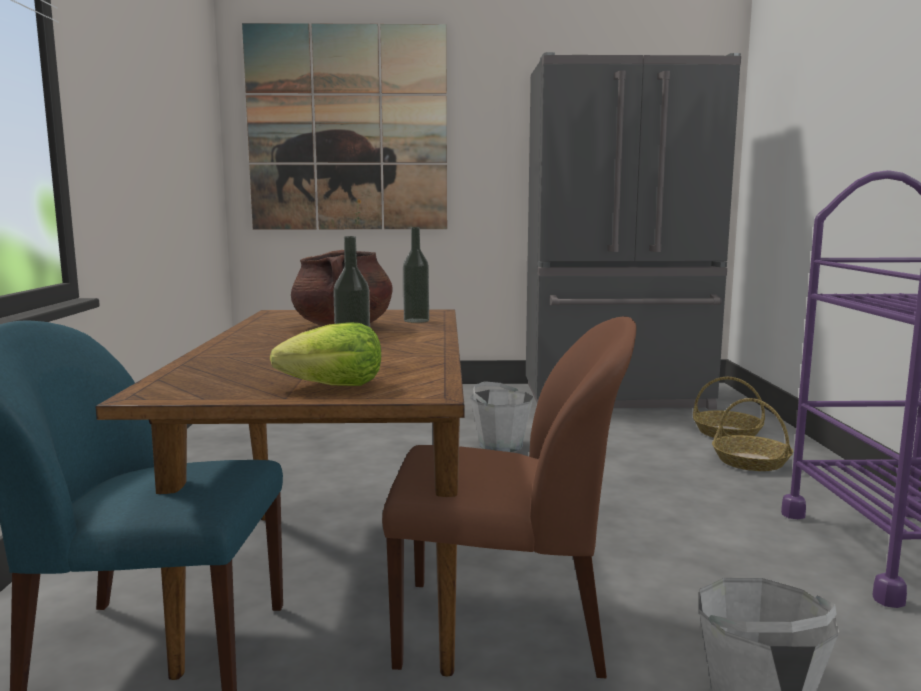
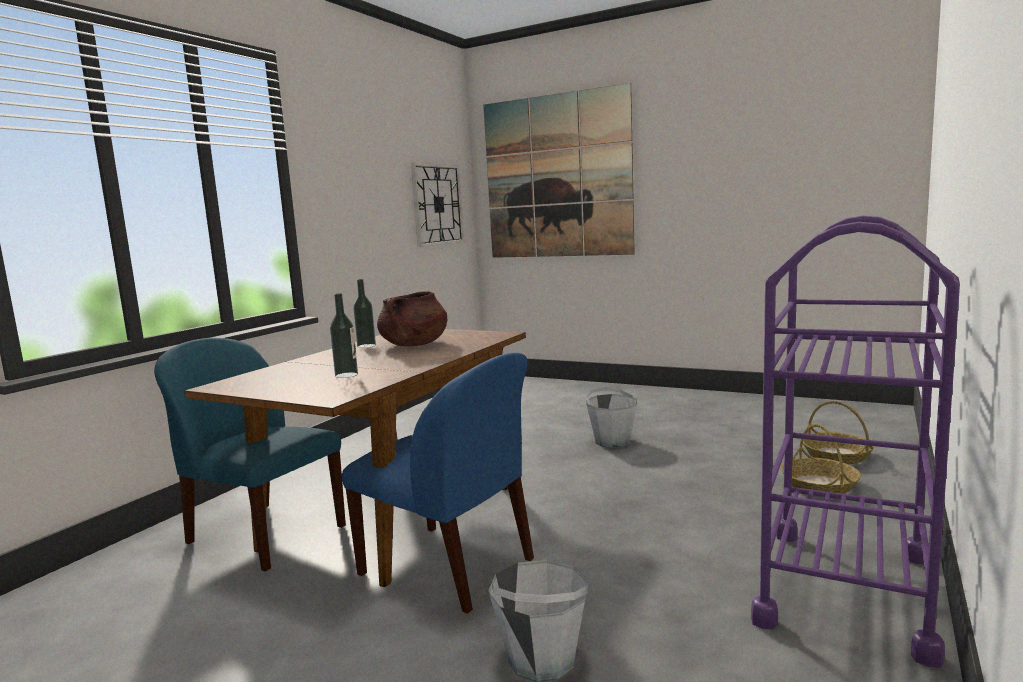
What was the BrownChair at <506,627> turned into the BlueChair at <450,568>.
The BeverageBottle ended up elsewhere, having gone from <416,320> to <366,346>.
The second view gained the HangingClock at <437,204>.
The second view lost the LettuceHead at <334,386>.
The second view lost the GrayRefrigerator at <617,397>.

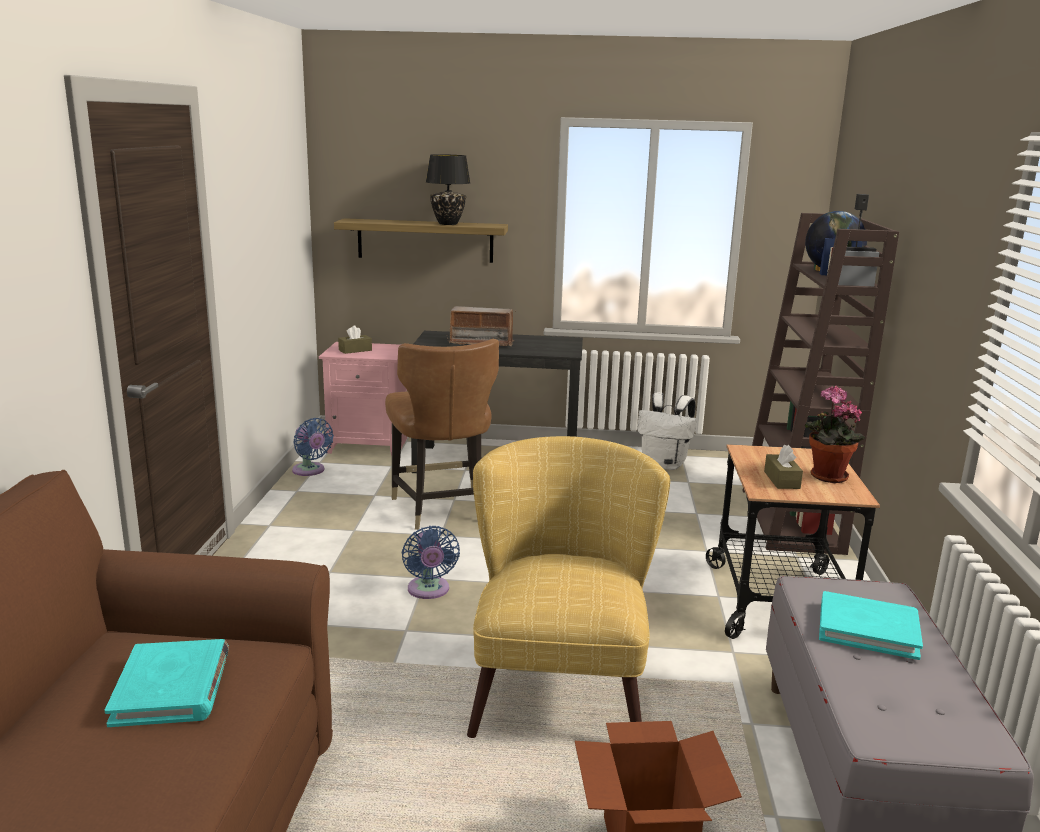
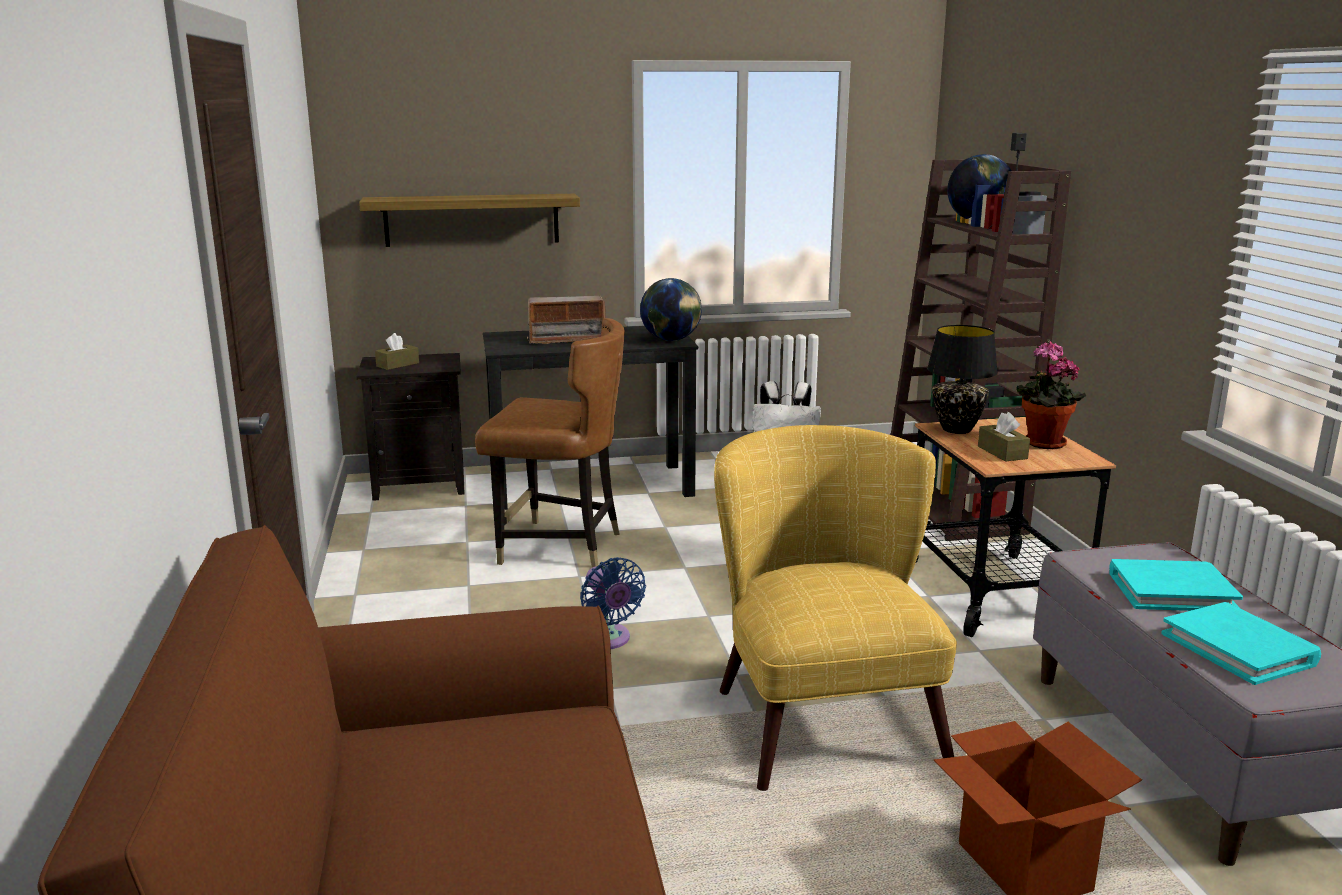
What was the PinkishNightstand at <369,445> turned into the BlackishNightstand at <421,484>.
The BrownChair at <441,509> ended up facing another way, 45 degrees counterclockwise from before.
The second view gained the Globe at <671,340>.
The BlackishLampForATable ended up elsewhere, having gone from <448,224> to <957,429>.
The TurquoiseColouredBoundBook ended up elsewhere, having gone from <172,688> to <1239,648>.
The second view lost the BlueElectricFan at <310,471>.

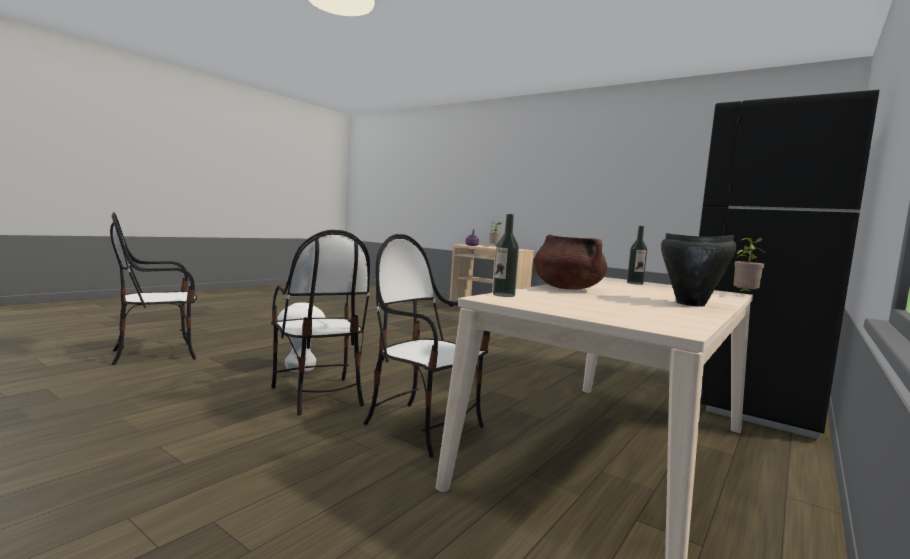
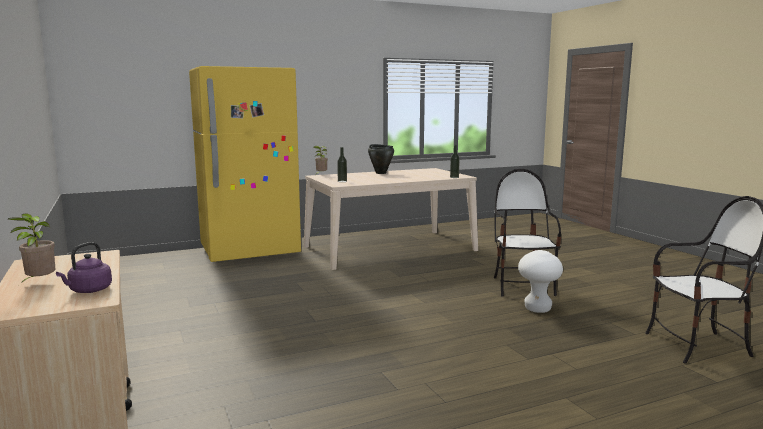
What was the BlackishRefrigerator at <751,404> turned into the YellowRefrigerator at <250,252>.
The second view lost the Chair at <424,427>.
The second view lost the BrownCookingPot at <566,288>.

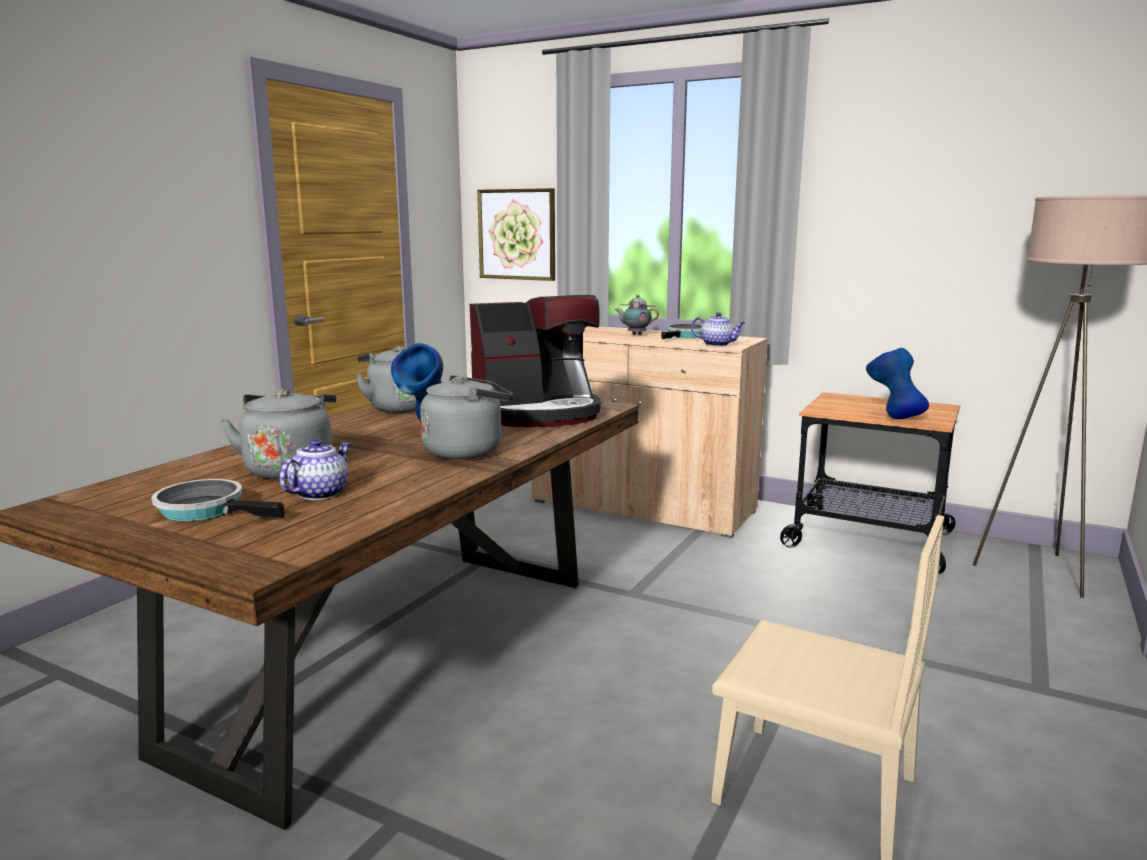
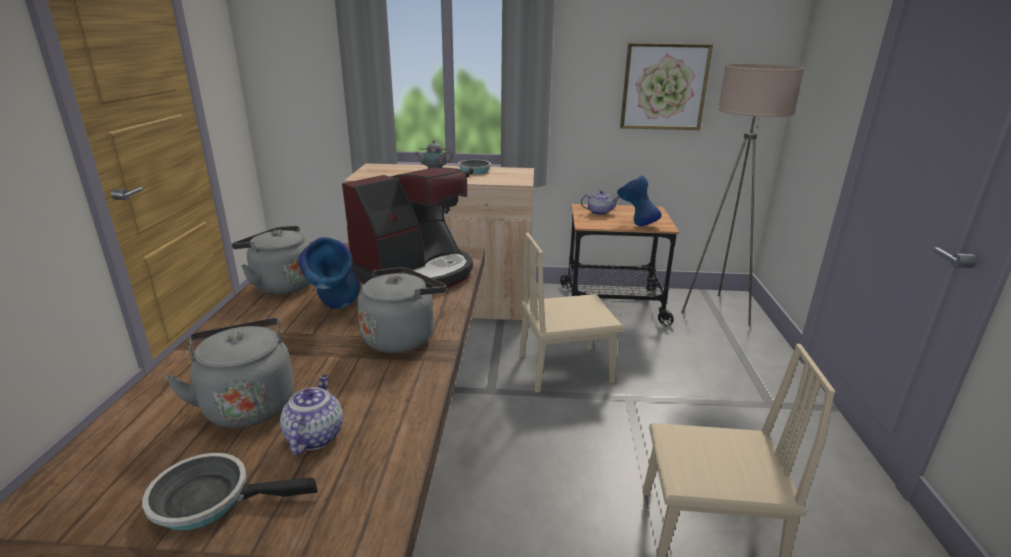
The second view gained the BeigeColouredChair at <565,368>.
The PotForTea ended up elsewhere, having gone from <717,344> to <599,212>.
The WallArt ended up elsewhere, having gone from <517,234> to <664,87>.

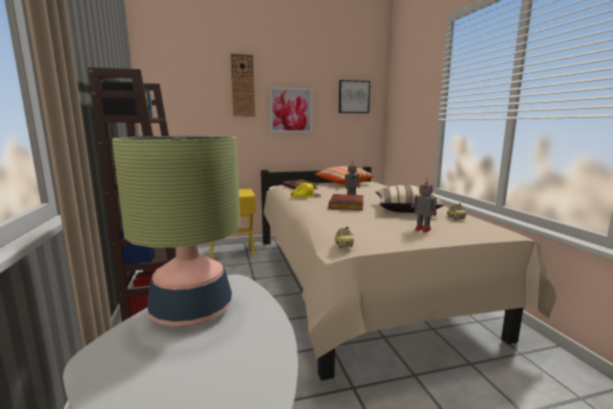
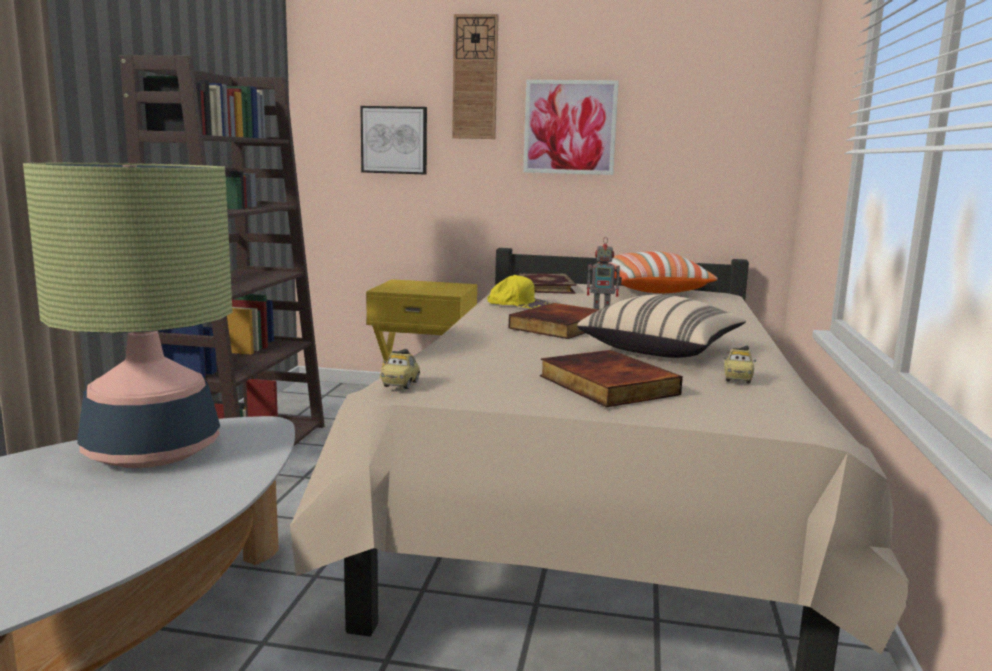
The WallArt ended up elsewhere, having gone from <353,97> to <394,140>.
Where the RobotFigure stood at <421,229>, the BoundBook came to stand at <605,385>.

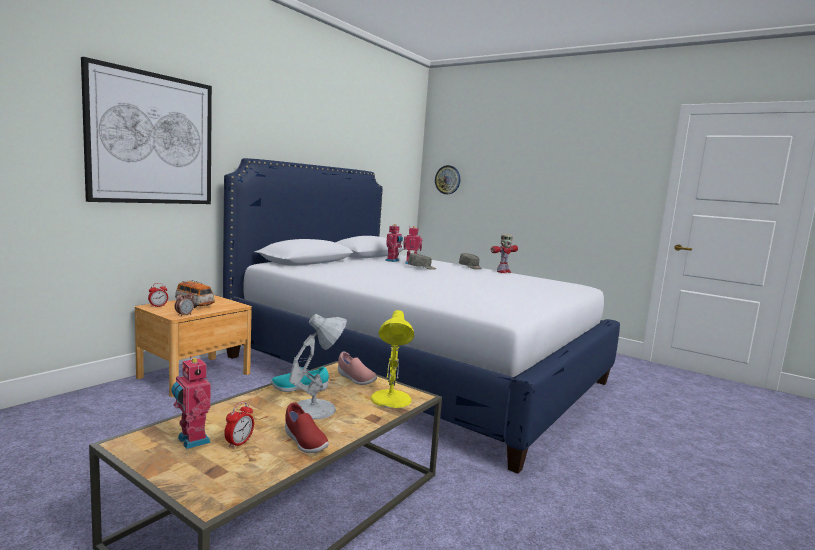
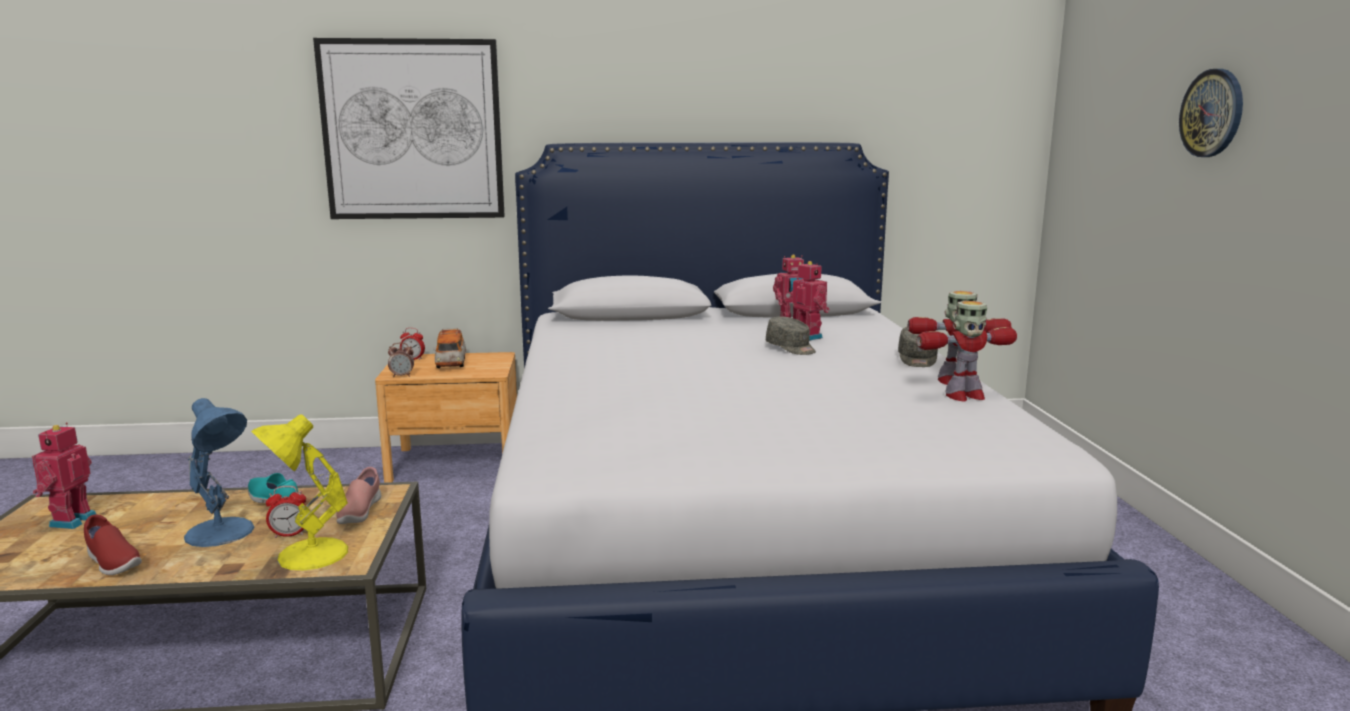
The ReddishItemOfFootwear at <304,442> ended up facing another way, 60 degrees counterclockwise from before.
What was the WhitishLampForATable at <316,409> turned into the BlueLampForATable at <222,533>.
The TableClock ended up elsewhere, having gone from <239,443> to <290,534>.
The second view gained the RobotFigure at <964,396>.
The HangingClock ended up elsewhere, having gone from <448,180> to <1212,113>.

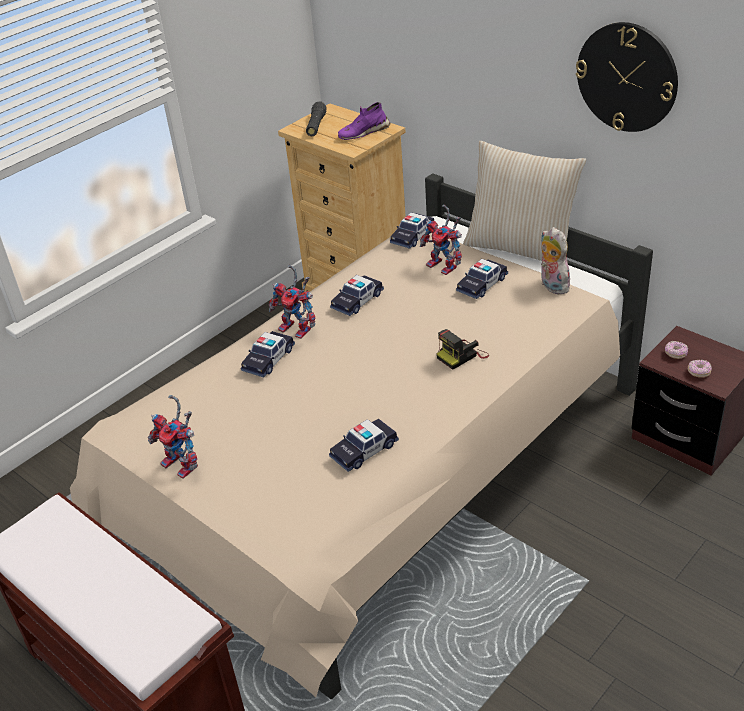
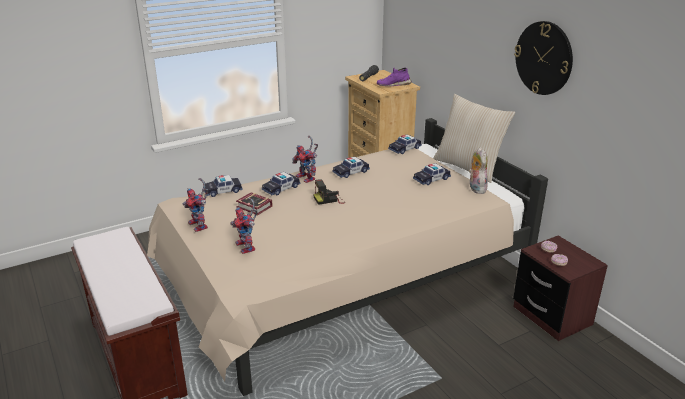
The ToyCar ended up elsewhere, having gone from <364,450> to <222,191>.
The RobotFigure ended up elsewhere, having gone from <445,267> to <248,247>.
The second view gained the BoundBook at <255,207>.
The PhotoCamera ended up elsewhere, having gone from <462,355> to <329,199>.

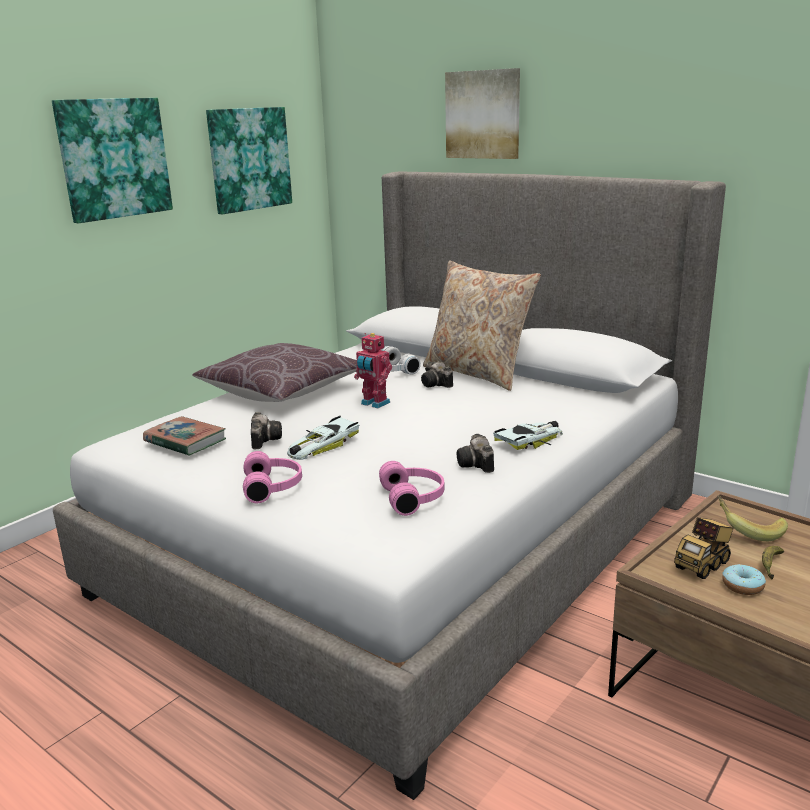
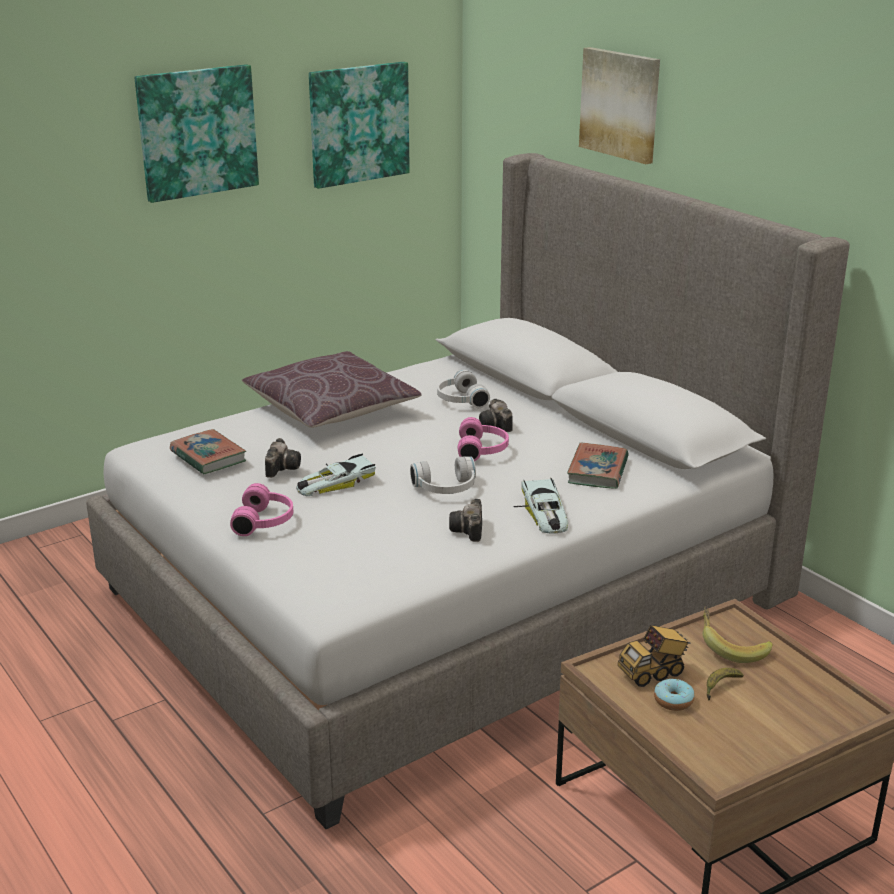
The second view gained the WhitishHeadphones at <446,489>.
The PinkishHeadphones ended up elsewhere, having gone from <414,498> to <483,450>.
The ToyCar at <531,440> ended up facing another way, 105 degrees clockwise from before.
The second view gained the BoundBook at <597,471>.
The second view lost the RobotFigure at <374,404>.
The second view lost the BeigeColouredPillow at <478,373>.

